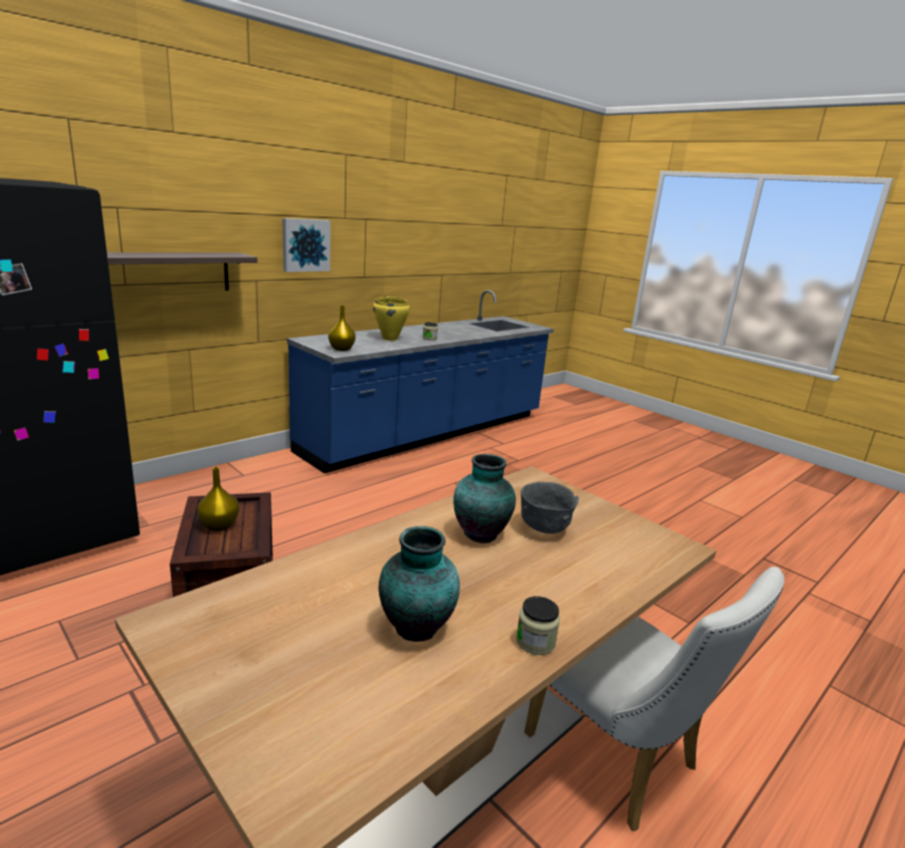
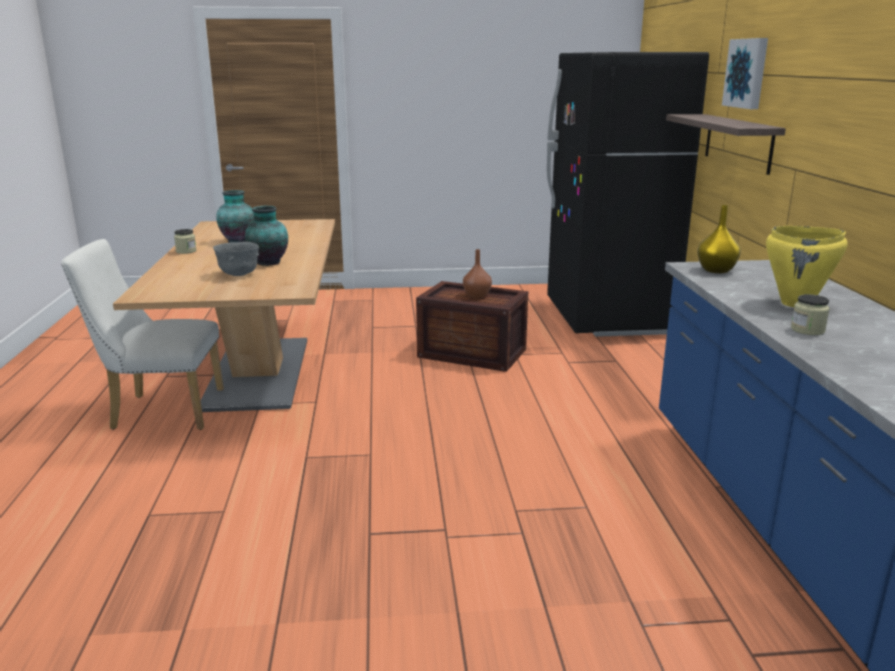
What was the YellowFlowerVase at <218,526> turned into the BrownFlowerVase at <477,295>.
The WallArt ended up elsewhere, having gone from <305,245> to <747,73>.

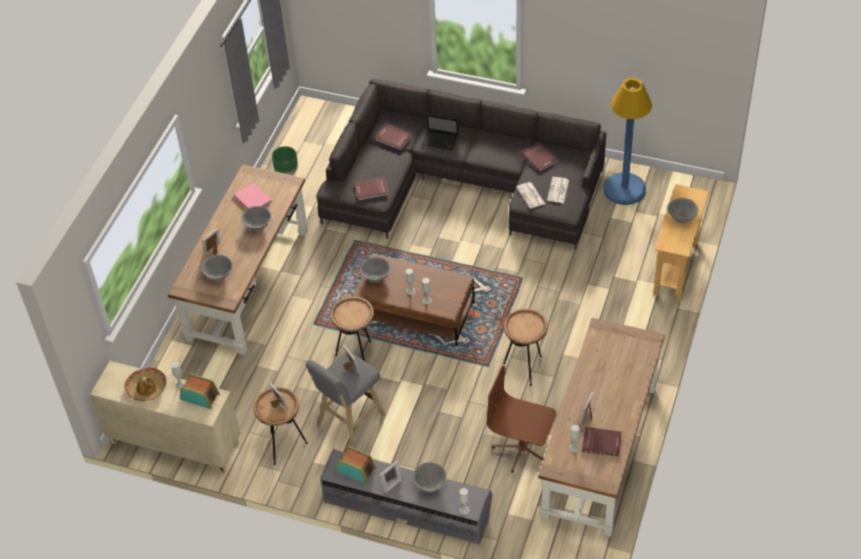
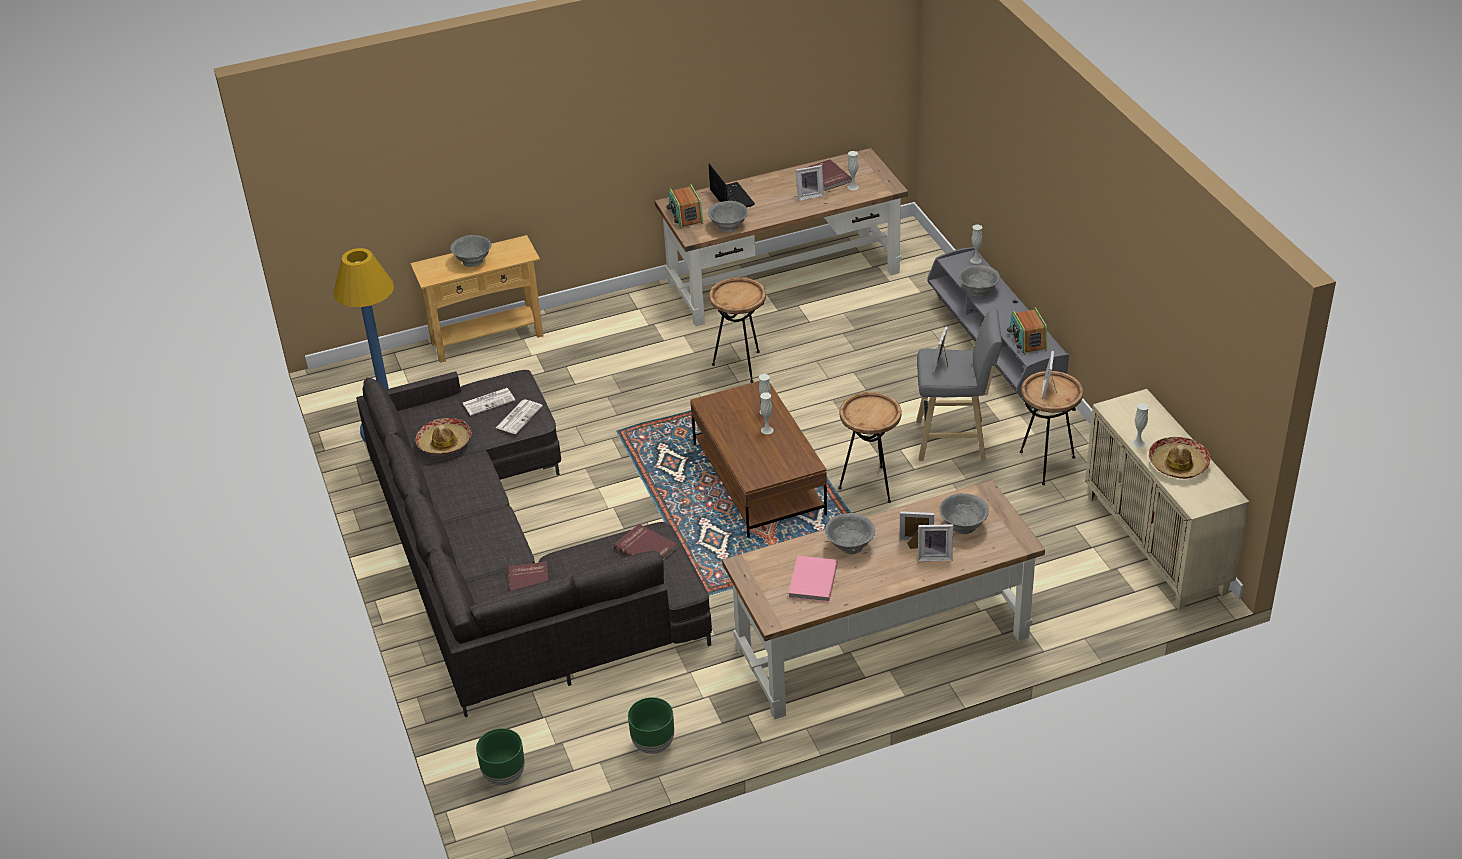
Where the ReddishBoundBook stood at <539,158>, the Hat came to stand at <444,442>.
The second view gained the GreenPlanter at <504,776>.
The RadioSet ended up elsewhere, having gone from <200,396> to <685,216>.
The GrayDeepDish ended up elsewhere, having gone from <376,277> to <728,227>.
The NotebookComputer ended up elsewhere, having gone from <441,140> to <731,197>.
The PictureFrame ended up elsewhere, having gone from <390,483> to <916,544>.
The second view lost the BrownOfficeChair at <522,449>.

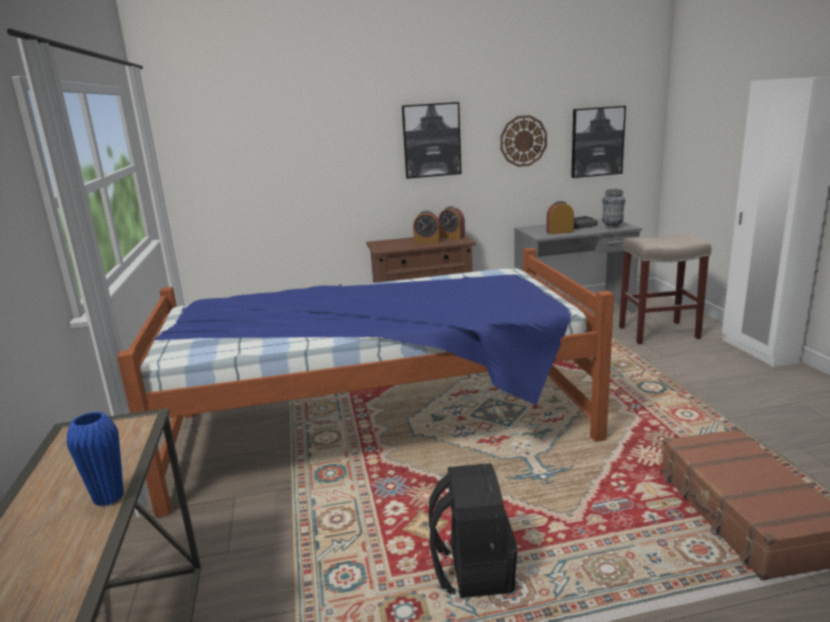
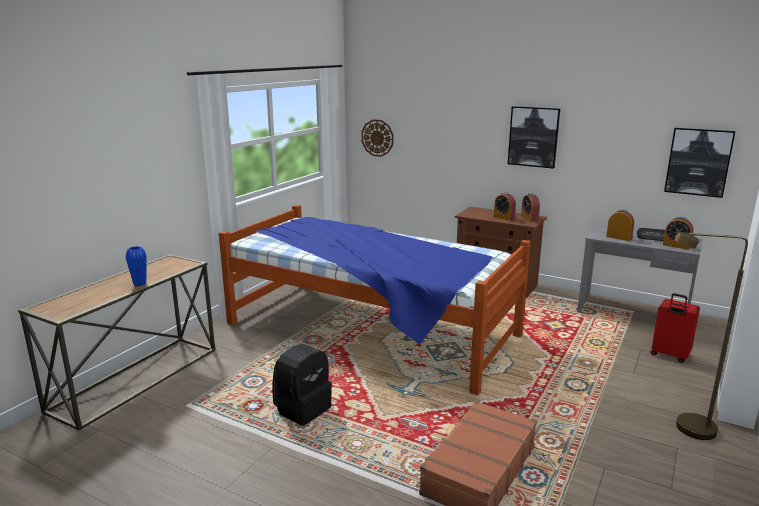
The HangingClock ended up elsewhere, having gone from <523,141> to <377,138>.
Where the BeigeColouredStoolSeat stood at <657,333>, the ReddishSuitcase came to stand at <669,355>.
Where the FlowerVase stood at <612,227>, the TableClock came to stand at <676,246>.
The second view gained the BrownStandingLamp at <684,428>.

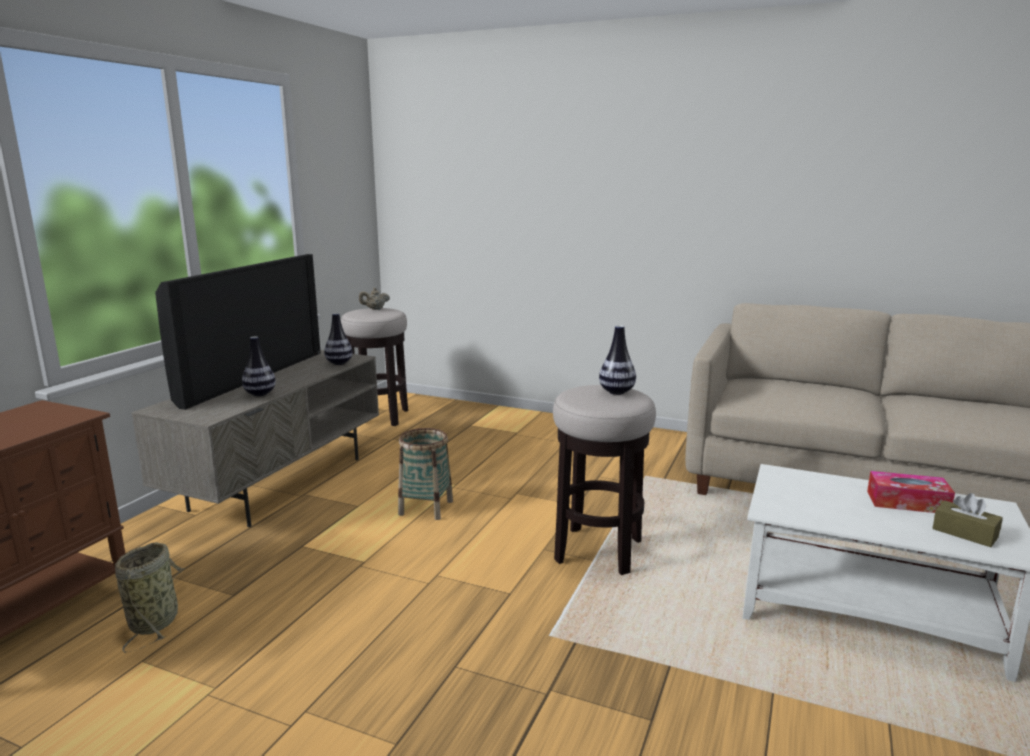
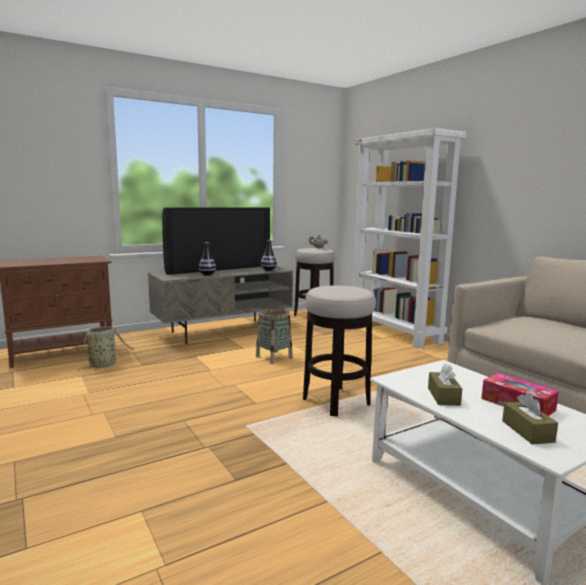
The second view gained the WhitishShelvingUnit at <395,332>.
The second view gained the BrownTissueHolder at <443,396>.
The second view lost the FlowerVase at <616,392>.

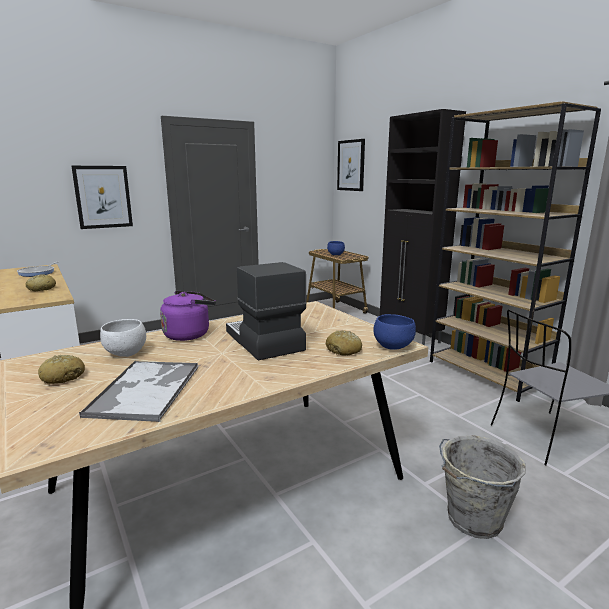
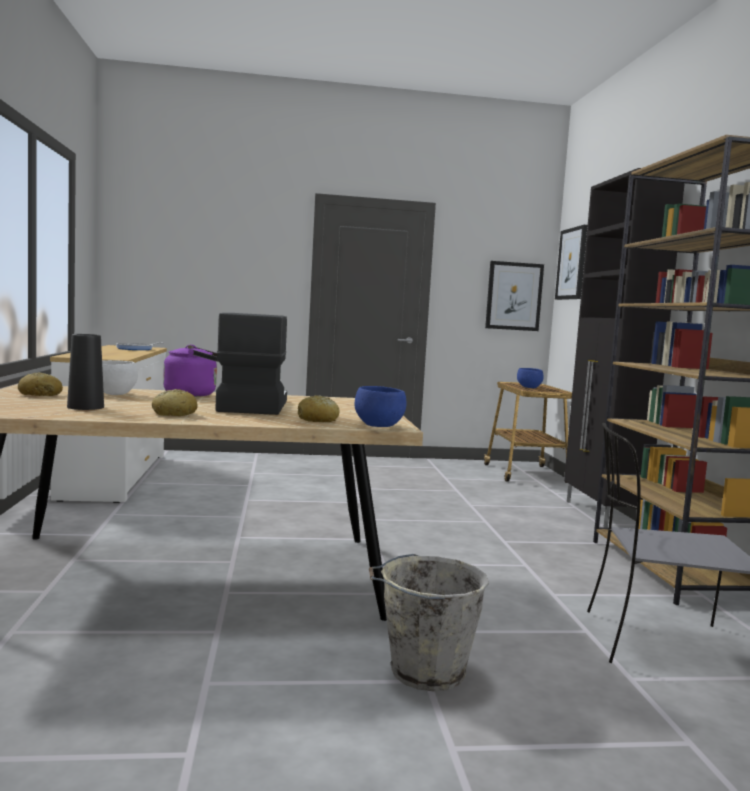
Where the ServingTray stood at <146,389>, the BlackishFlowerVase came to stand at <85,407>.
The BakedBread ended up elsewhere, having gone from <41,289> to <174,414>.
The WallArt ended up elsewhere, having gone from <103,197> to <514,296>.

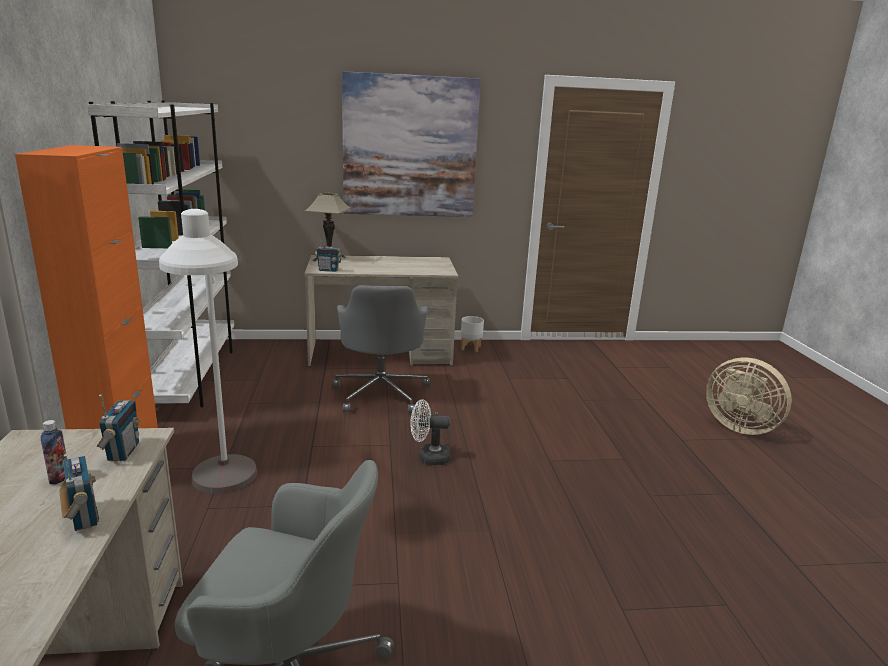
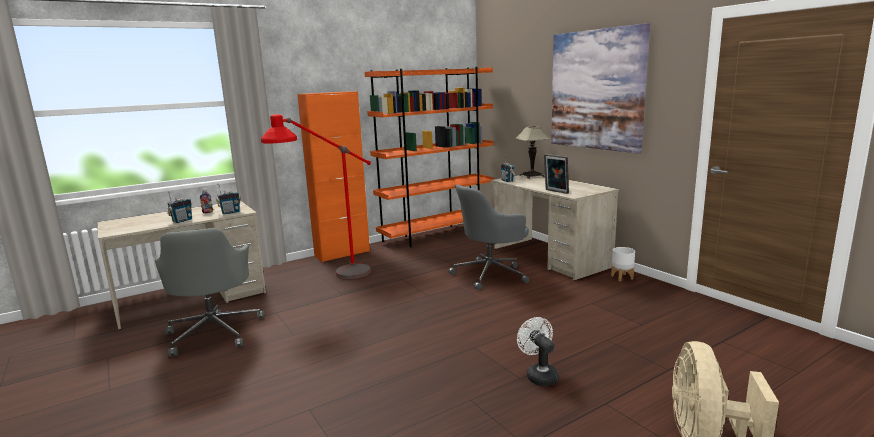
What was the WhitishStandingLamp at <224,501> turned into the ReddishStandingLamp at <331,279>.
What was the WhitishShelvingUnit at <191,377> turned into the OrangeyShelvingUnit at <437,234>.
The WhitishElectricFan ended up elsewhere, having gone from <428,457> to <539,375>.
The second view gained the PictureFrame at <555,192>.

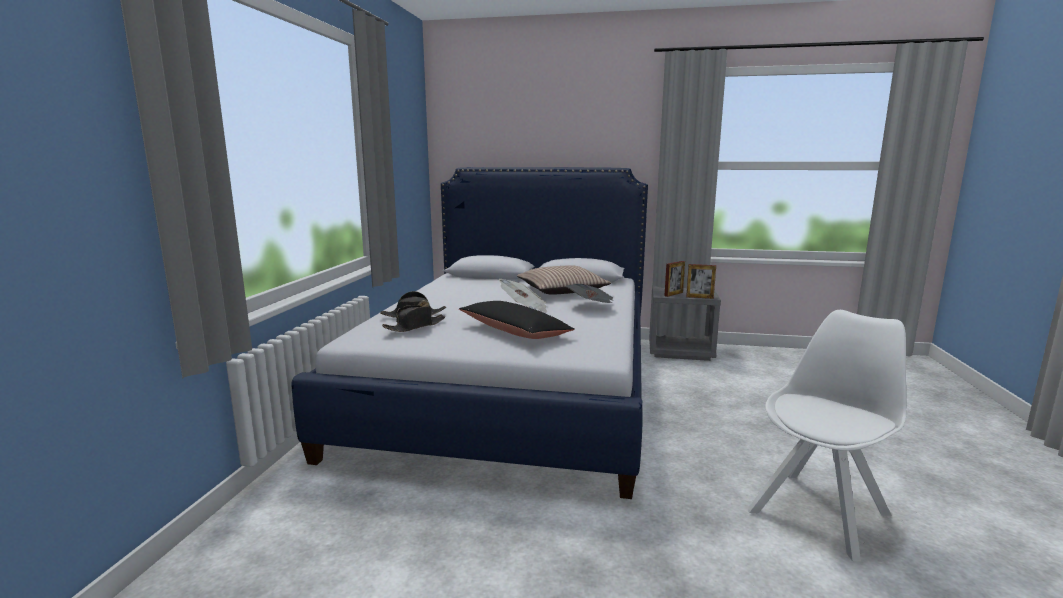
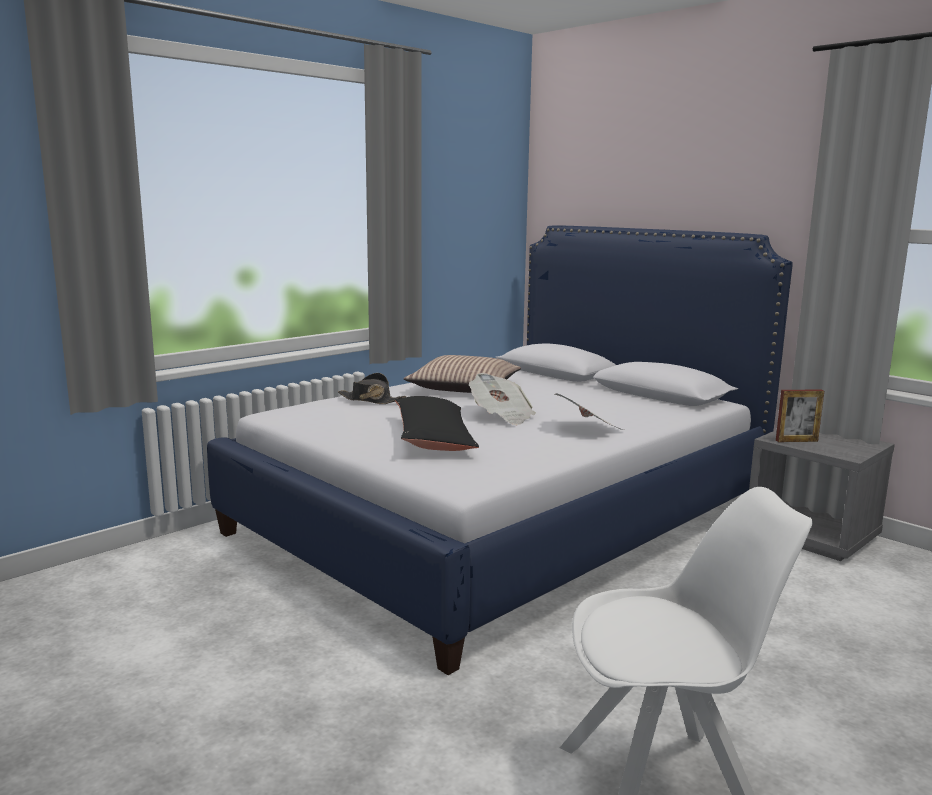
The Pillow ended up elsewhere, having gone from <561,290> to <464,388>.
The second view lost the BlackishHat at <415,326>.
The second view lost the PictureFrame at <699,297>.

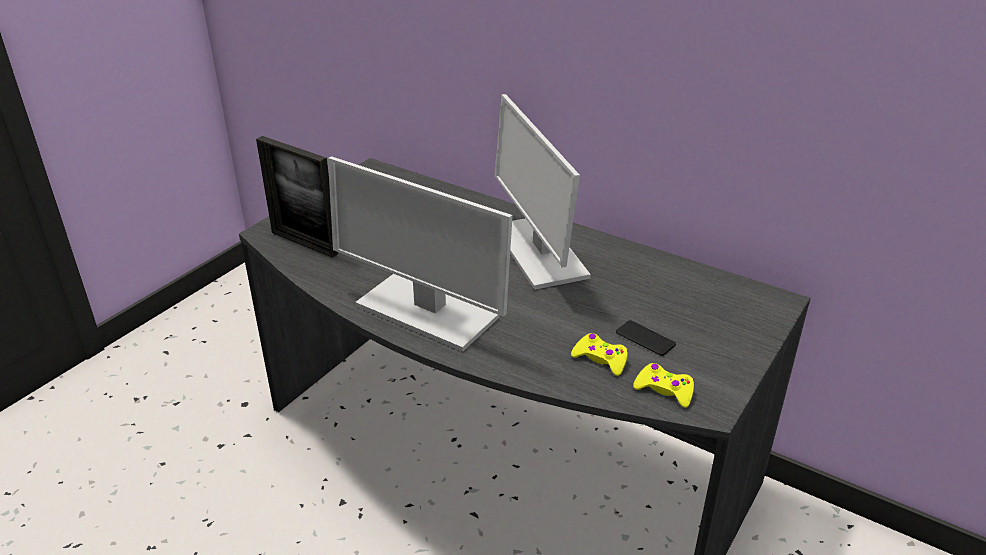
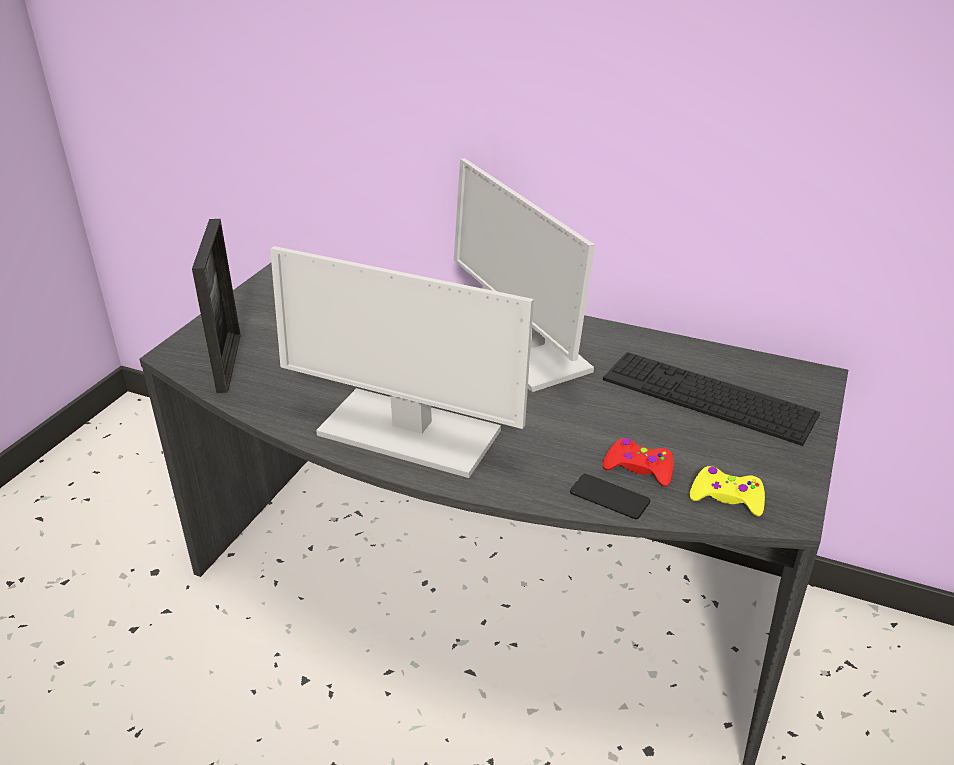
The PictureFrame at <304,243> ended up facing another way, 120 degrees counterclockwise from before.
The Telephone ended up elsewhere, having gone from <645,338> to <609,497>.
The second view gained the Keyboard at <708,397>.
What was the YellowGamepad at <600,359> turned into the ReddishGamepad at <639,468>.

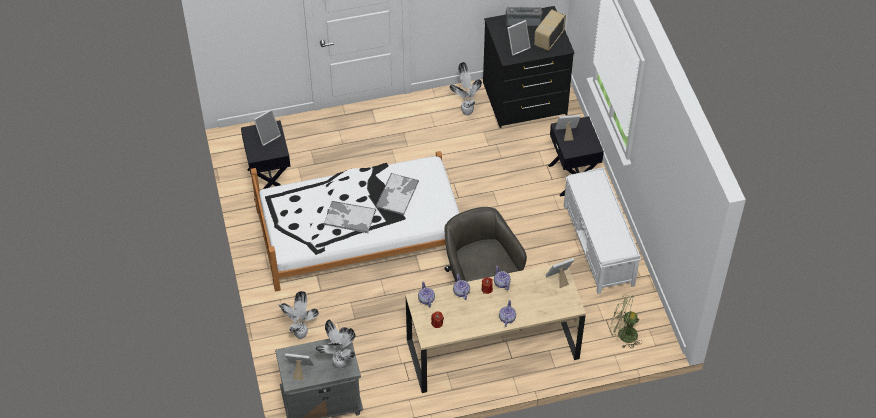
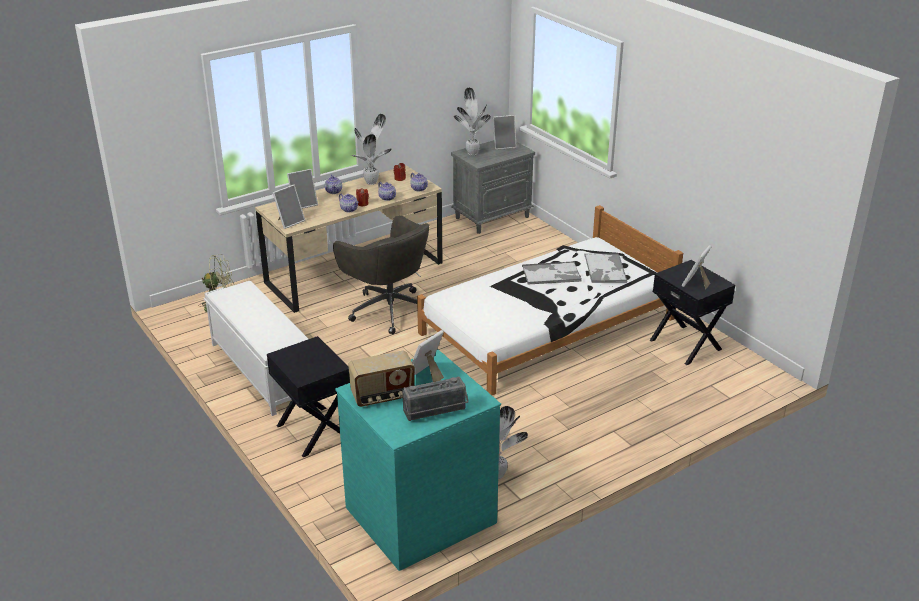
The PictureFrame ended up elsewhere, having gone from <566,133> to <303,204>.
What was the BlackishDresser at <525,99> turned into the TurquoiseColouredDresser at <419,513>.
The RadioSet at <548,39> ended up facing another way, 60 degrees clockwise from before.
The PlantInAPot ended up elsewhere, having gone from <299,335> to <372,182>.
The ServingTray ended up elsewhere, having gone from <397,194> to <605,269>.

